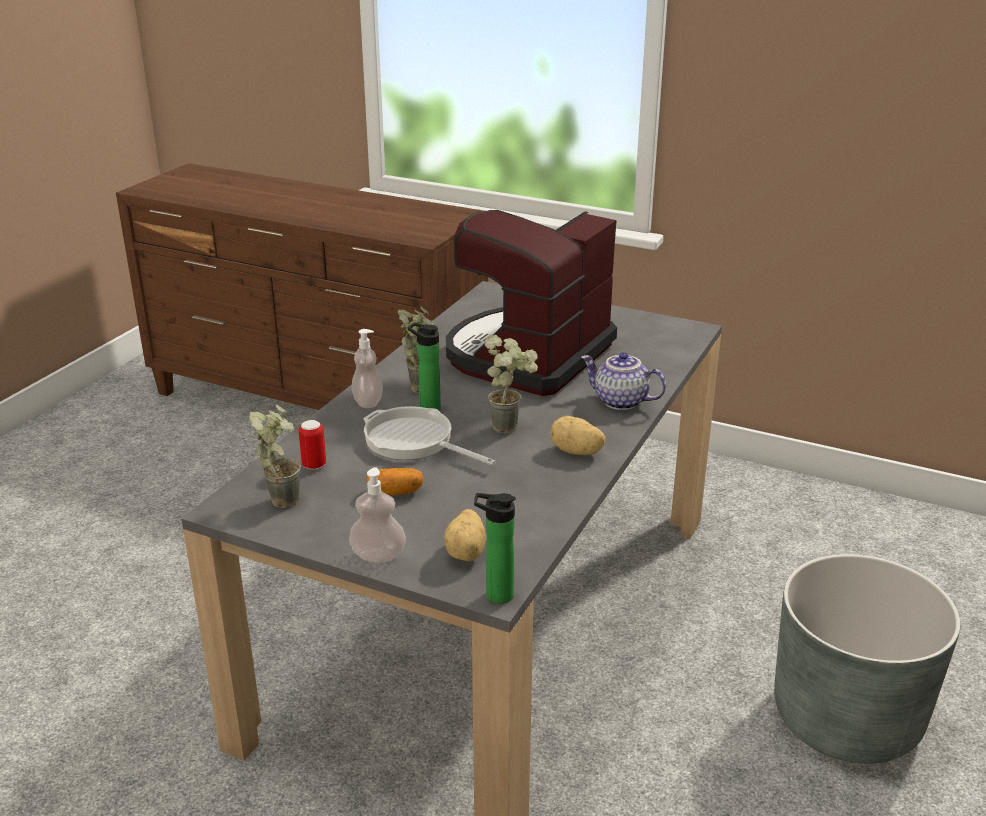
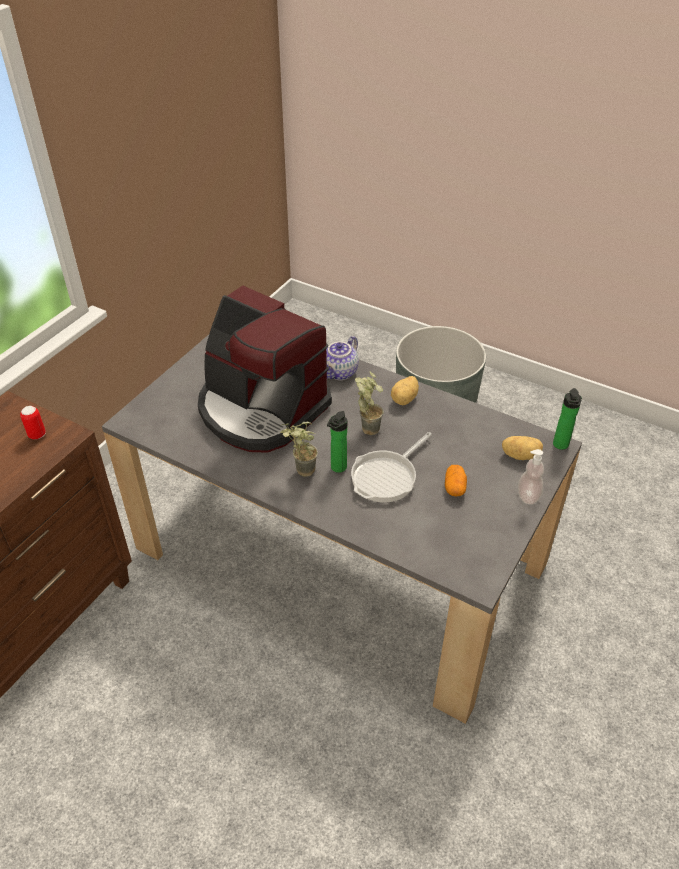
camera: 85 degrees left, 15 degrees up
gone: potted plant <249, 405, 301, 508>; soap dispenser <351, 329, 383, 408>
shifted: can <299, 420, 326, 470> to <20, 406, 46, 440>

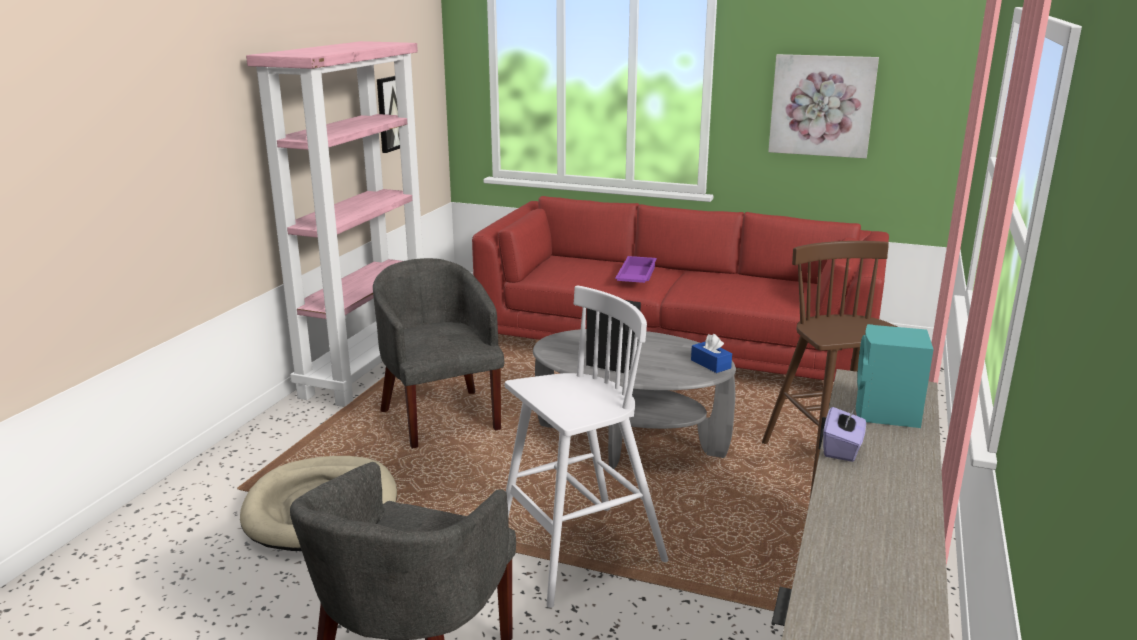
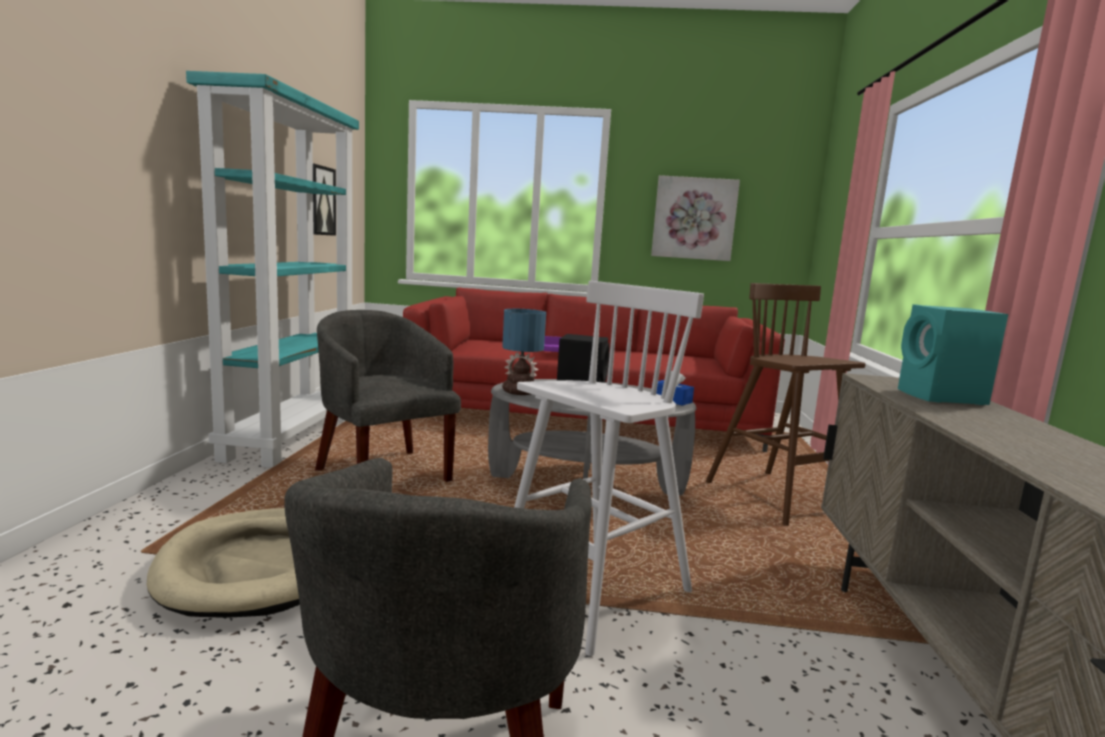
camera: 15 degrees left, 10 degrees down
gone: tissue box (purple) <823, 407, 866, 462>
new: table lamp <502, 309, 546, 395>
repainted: bookcase (pink) <246, 41, 423, 407> to bookcase (turquoise) <186, 71, 359, 468>

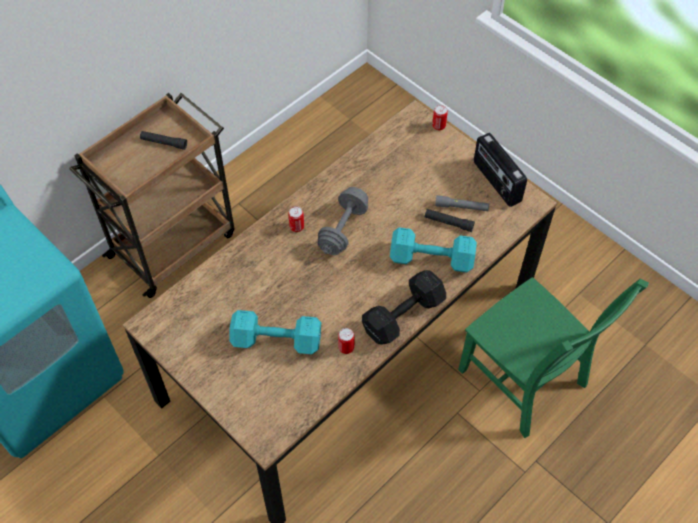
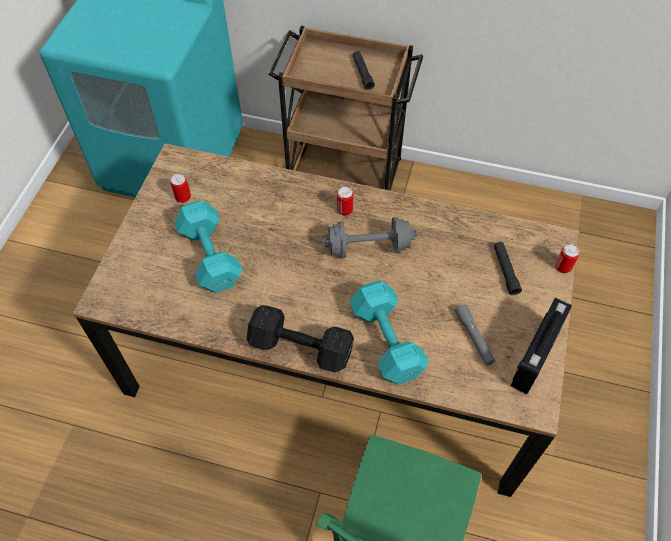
camera: 60 degrees right, 0 degrees up
shifted: can <338, 328, 354, 354> to <171, 174, 191, 203>; flashlight (black) <425, 209, 475, 232> to <494, 242, 522, 295>

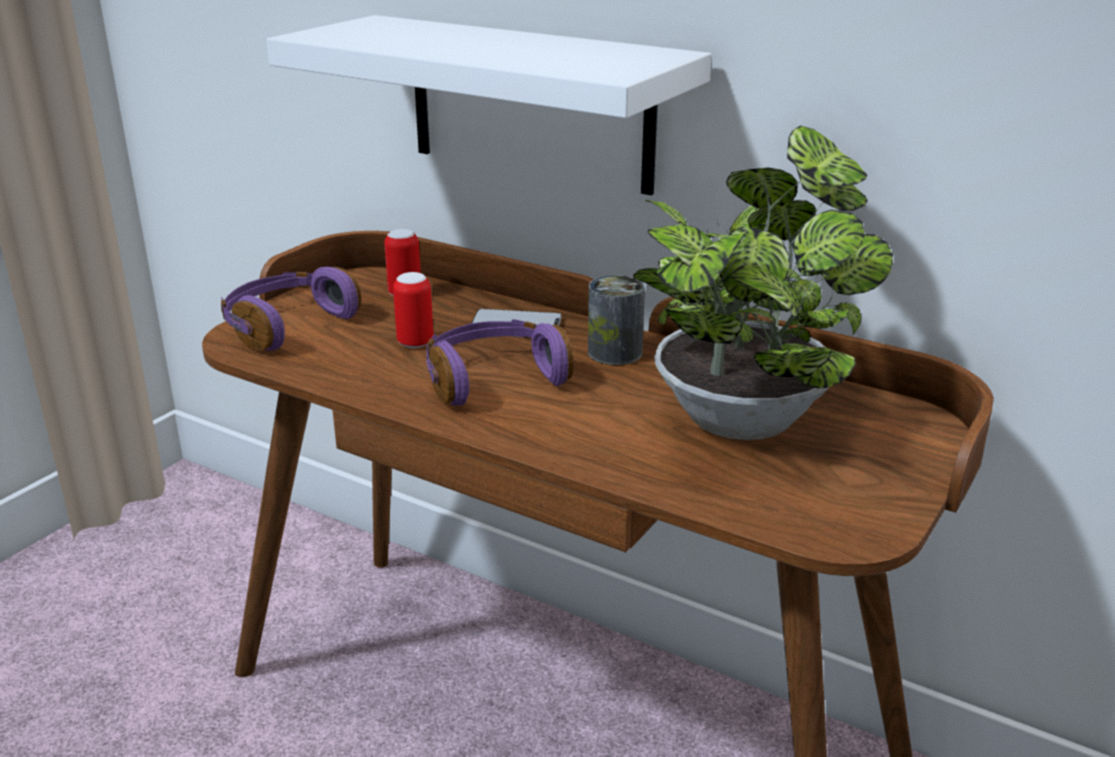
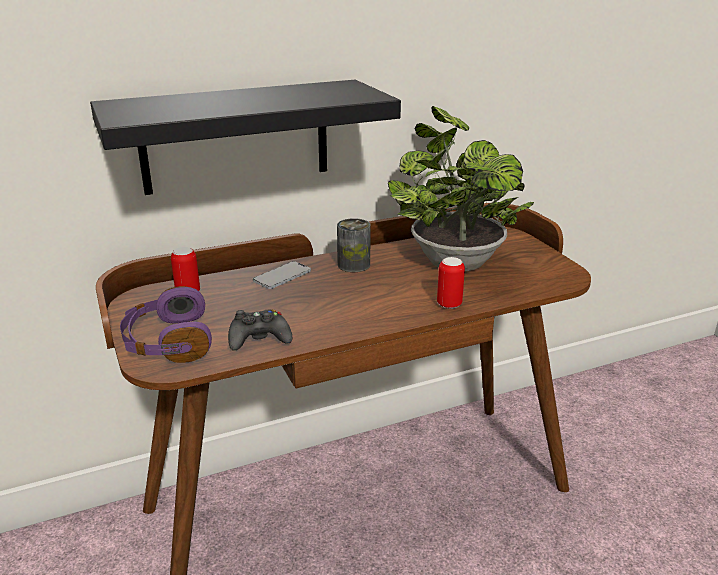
camera: 55 degrees left, 0 degrees up
gone: headphones (purple) <426, 319, 574, 406>
new: game controller (black) <228, 309, 292, 351>
shifted: can <393, 272, 434, 348> to <437, 257, 465, 309>
repainted: shelf (white) <266, 15, 712, 196> to shelf (black) <90, 80, 401, 195>

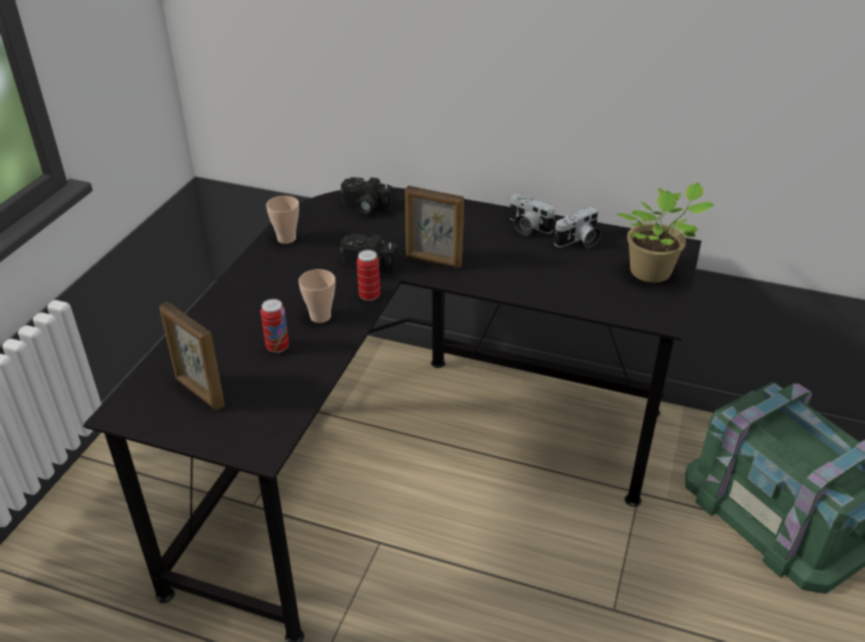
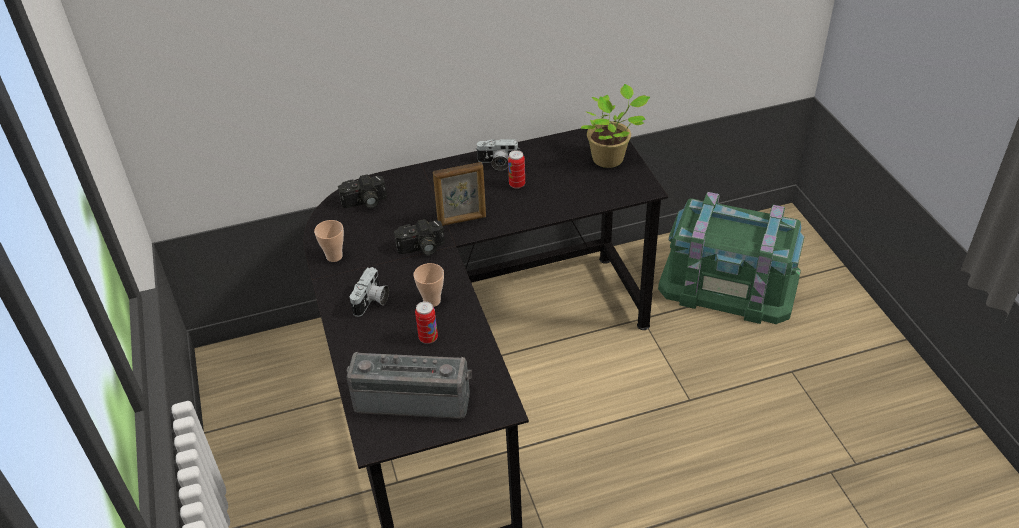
camera: 35 degrees left, 5 degrees up
shifted: can <357, 250, 380, 301> to <508, 150, 525, 189>; photo camera <554, 207, 601, 248> to <350, 267, 389, 317>
swapped: picture frame <160, 302, 225, 410> to radio <346, 352, 472, 419>

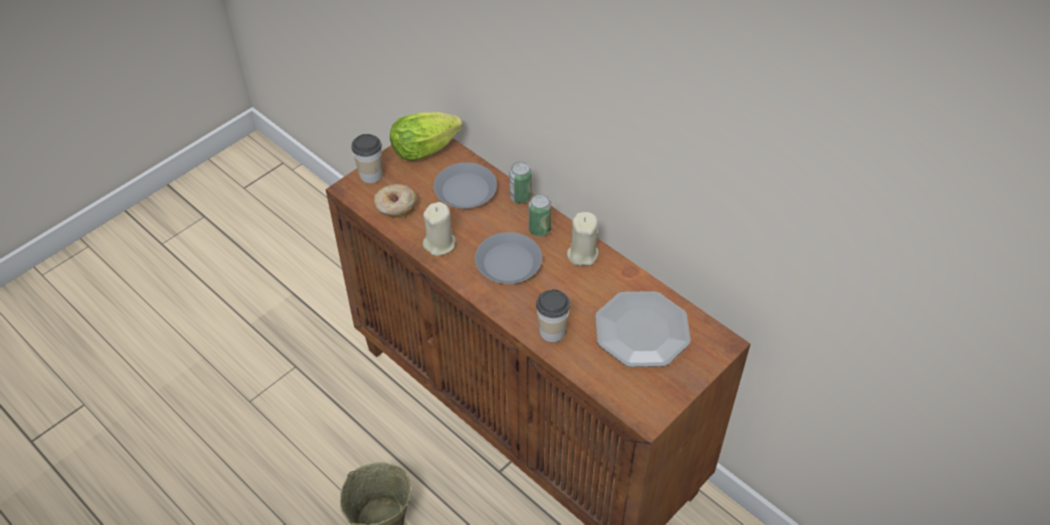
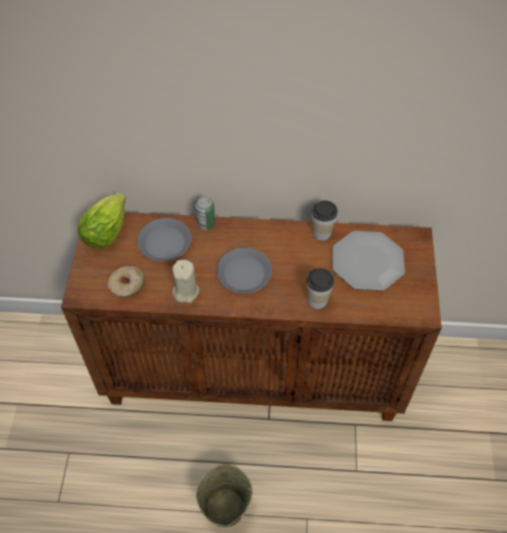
camera: 40 degrees left, 5 degrees up
gone: can <529, 194, 552, 236>; candle (beige) <567, 212, 599, 266>
shifted: cup <351, 134, 382, 183> to <312, 200, 338, 241>

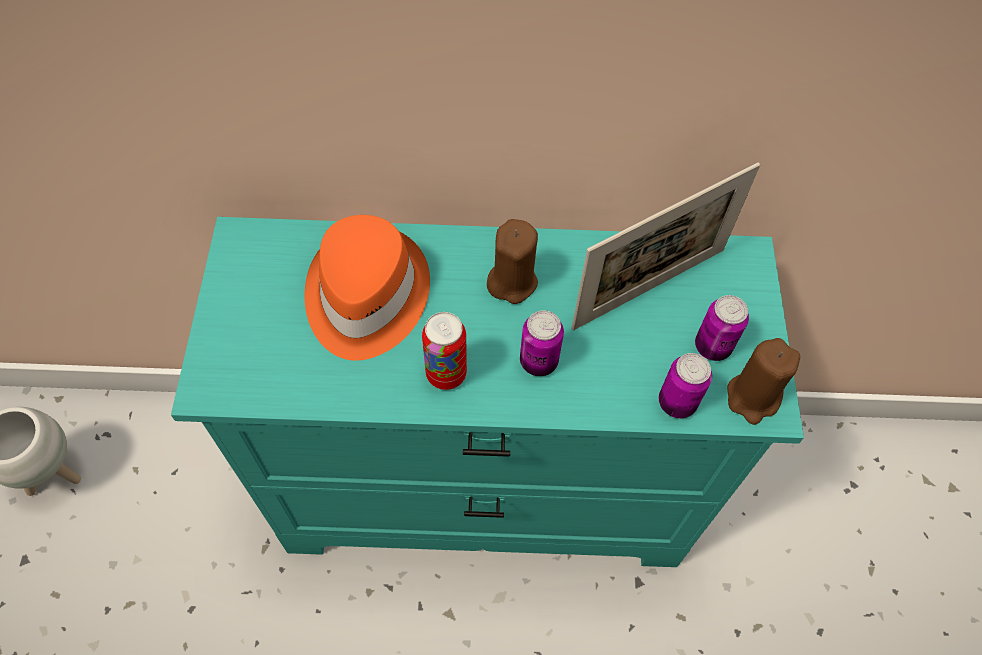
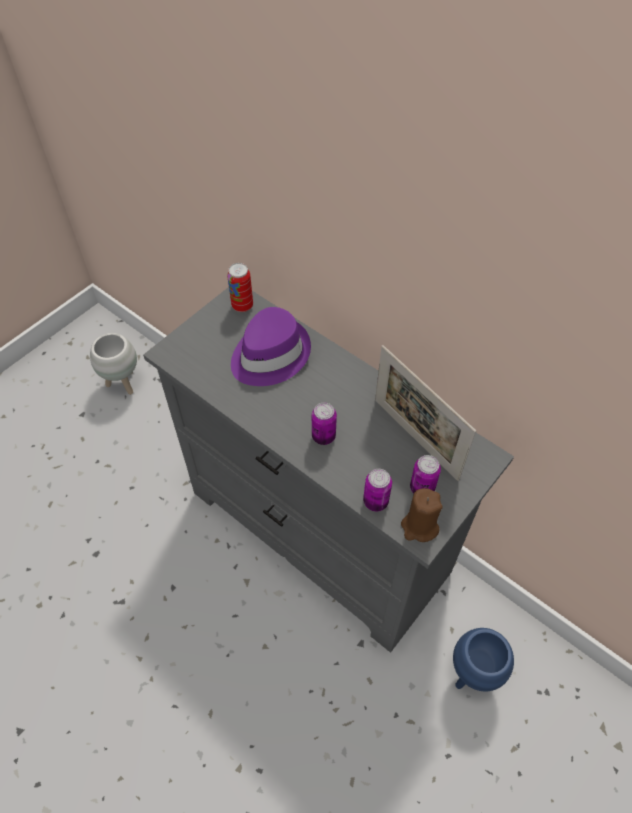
camera: 40 degrees right, 5 degrees down
gone: candle (brown) <487, 219, 538, 304>
new: planter (blue) <453, 628, 514, 692>
shifted: can <422, 312, 467, 390> to <227, 263, 253, 312>
repainted: dresser (turquoise) <171, 217, 804, 567> to dresser (grey) <143, 287, 514, 653>; hat (orange) <305, 215, 430, 361> to hat (purple) <231, 307, 311, 386>
rotated: picture frame <571, 162, 760, 330> = <375, 345, 476, 481> 45 degrees clockwise

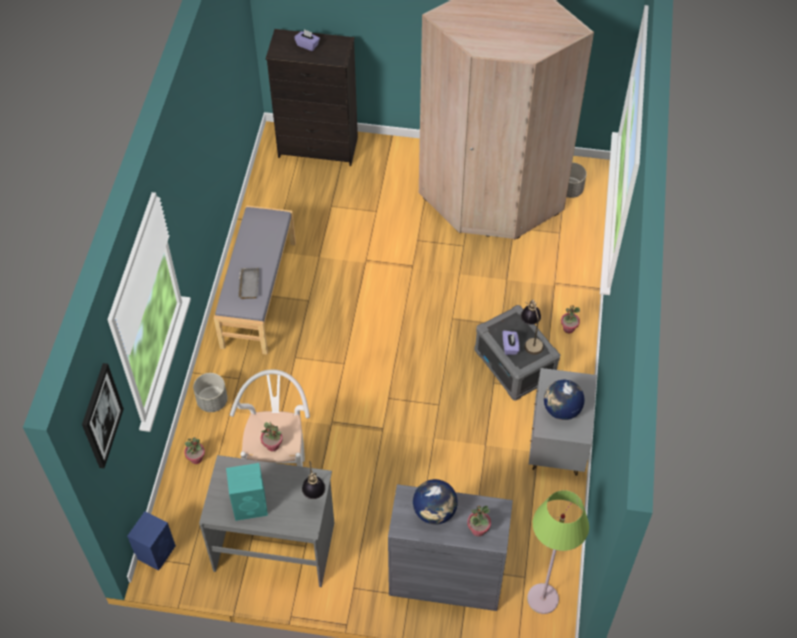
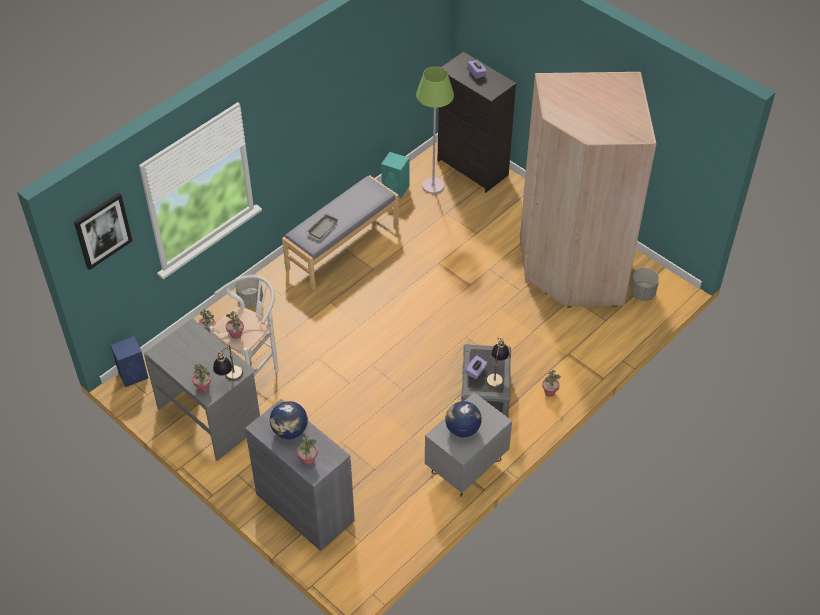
camera: 35 degrees right, 5 degrees down
new: potted plant <192, 363, 211, 392>
shifted: speaker (turquoise) <226, 463, 268, 521> to <381, 152, 409, 198>; floor lamp (green) <527, 490, 589, 614> to <416, 66, 454, 194>

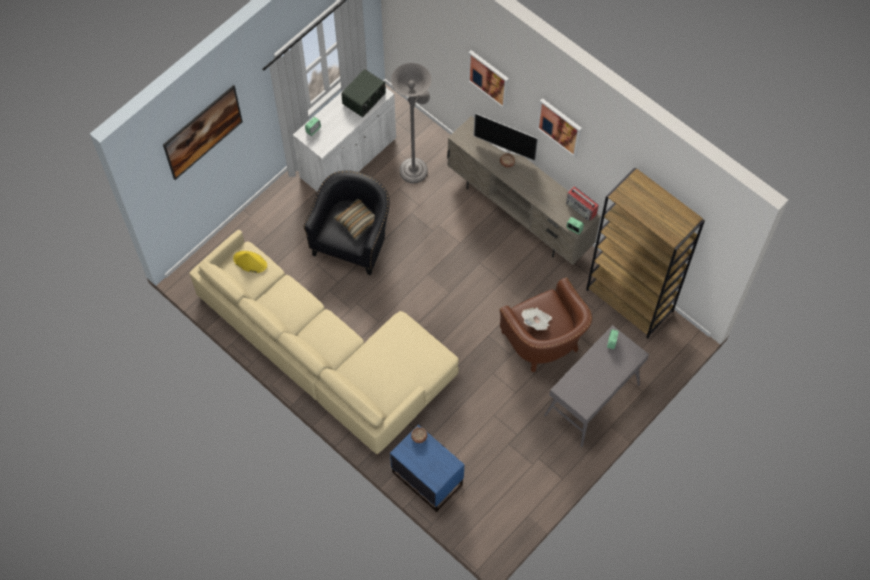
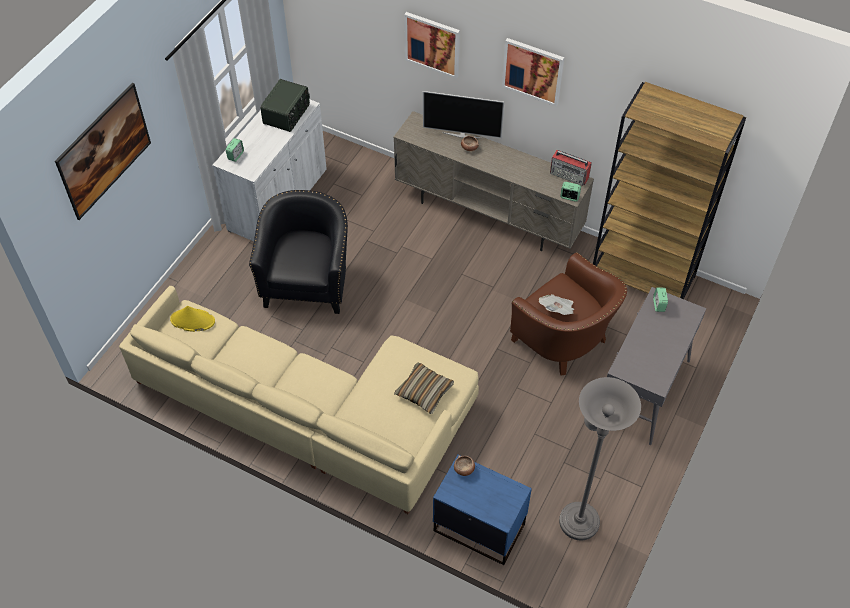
camera: 15 degrees left, 10 degrees down
shifted: pillow <334, 199, 375, 239> to <394, 363, 454, 414>; floor lamp (grey) <391, 63, 432, 183> to <559, 377, 641, 540>

